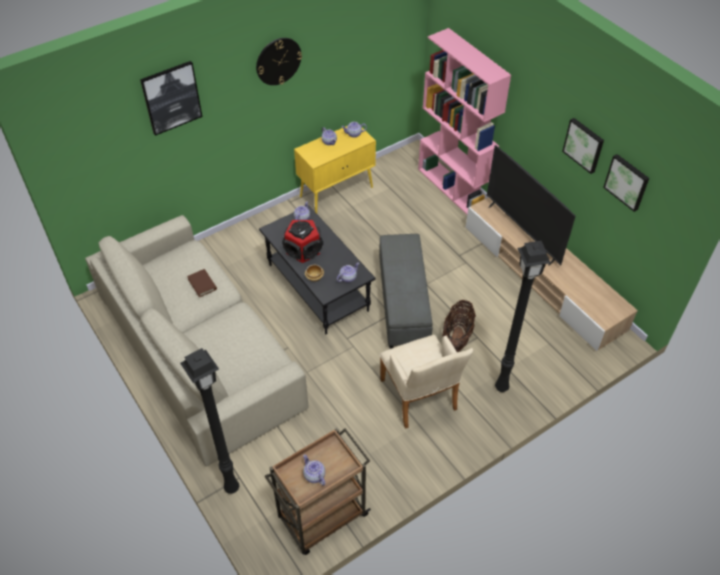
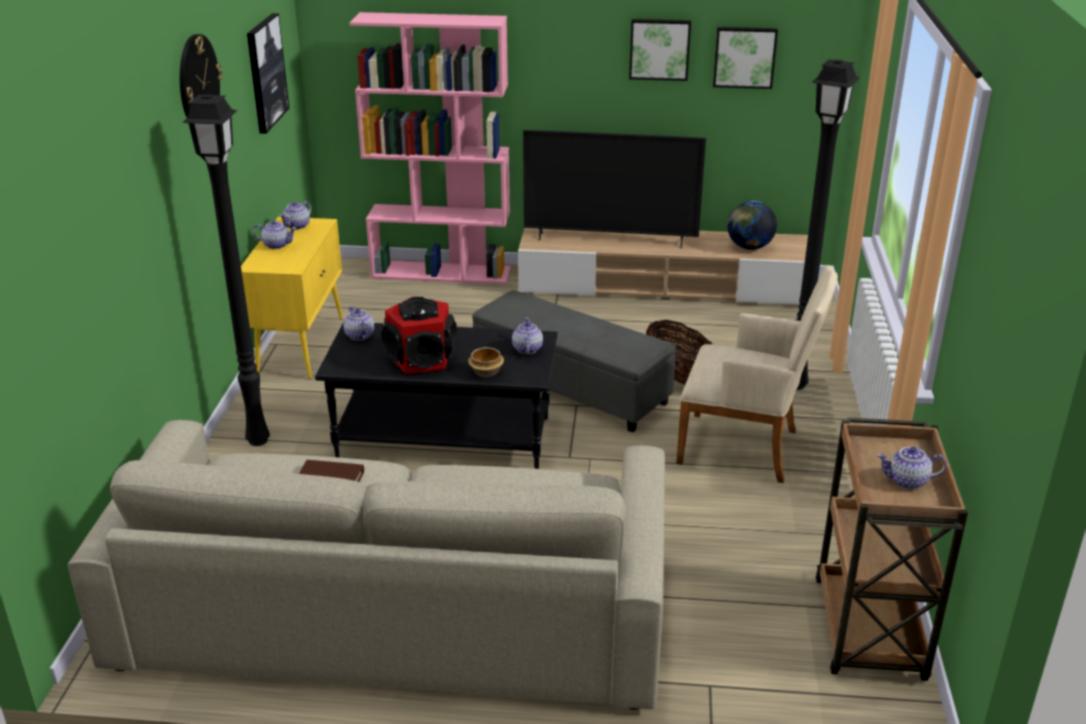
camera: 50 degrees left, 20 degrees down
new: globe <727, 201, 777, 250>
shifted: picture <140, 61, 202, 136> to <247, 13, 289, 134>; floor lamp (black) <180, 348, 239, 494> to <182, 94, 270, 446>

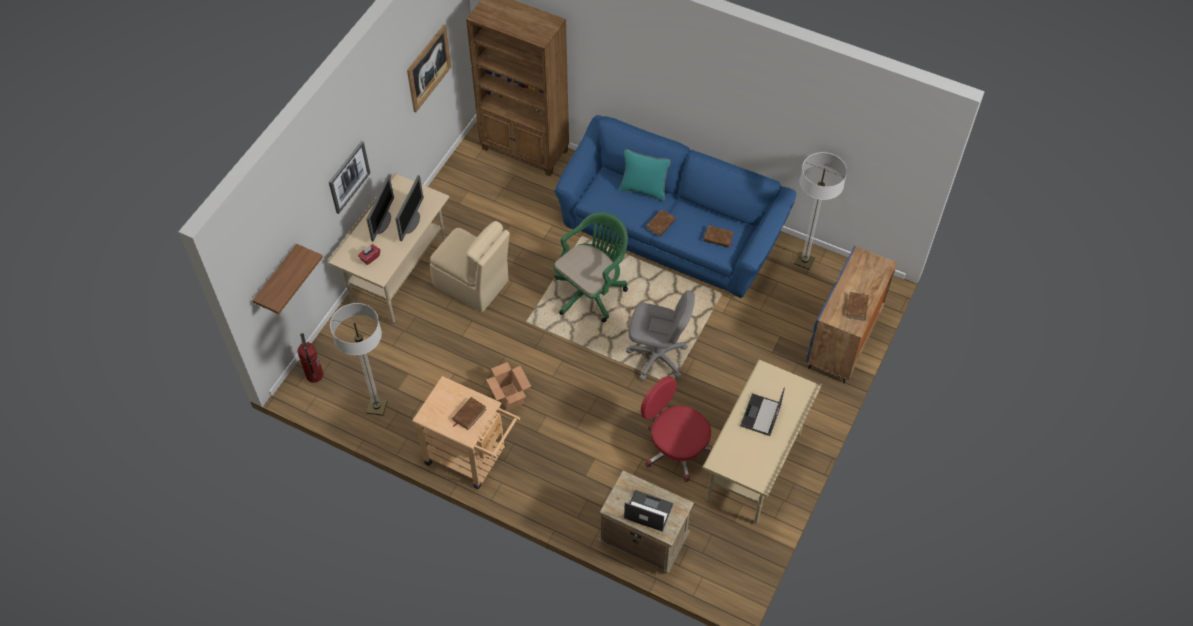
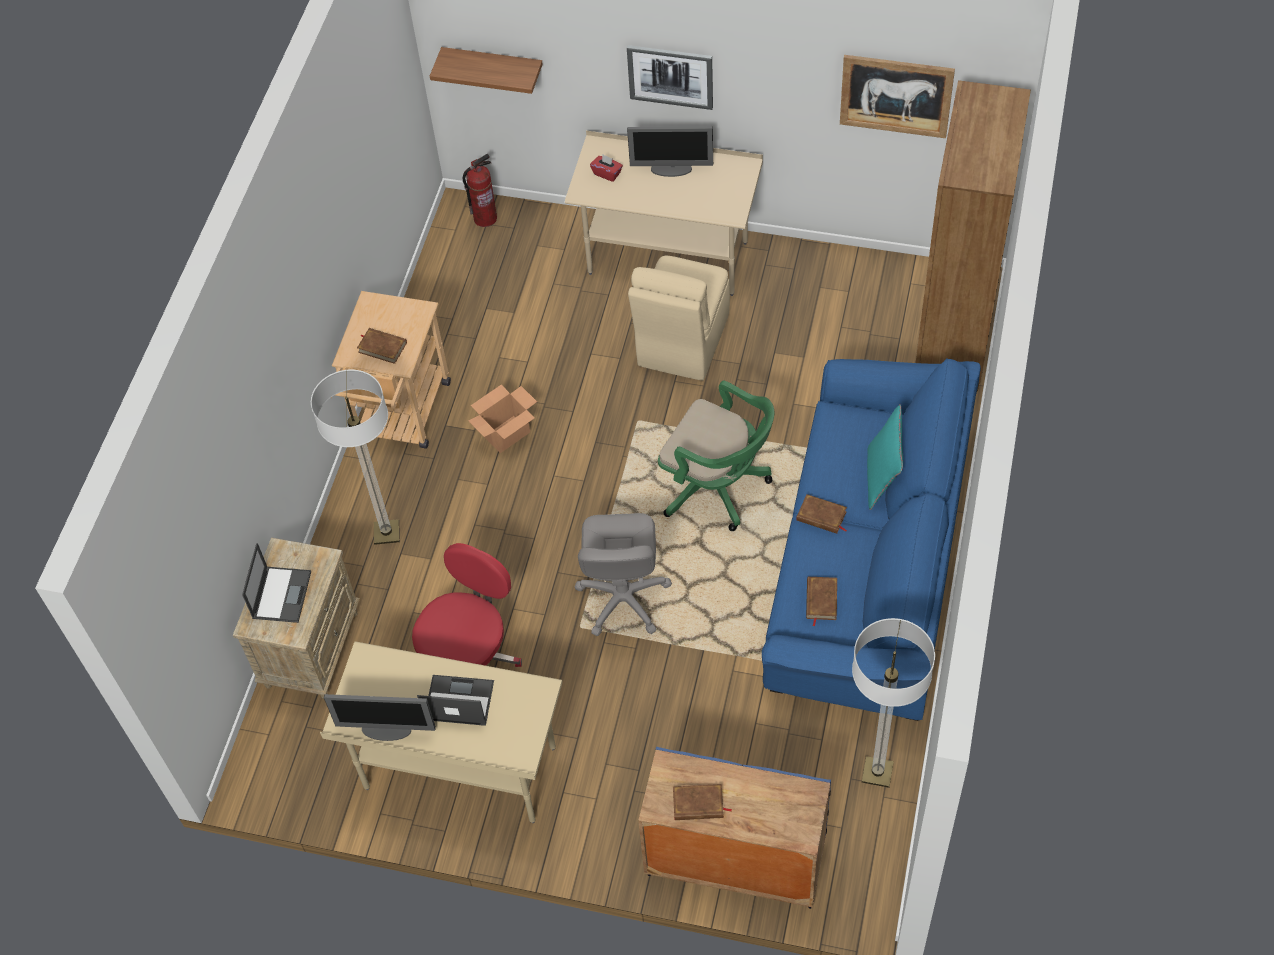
camera: 80 degrees right, 0 degrees up
shifted: floor lamp <330, 303, 387, 416> to <311, 369, 400, 545>; monitor <396, 175, 424, 241> to <324, 694, 436, 741>

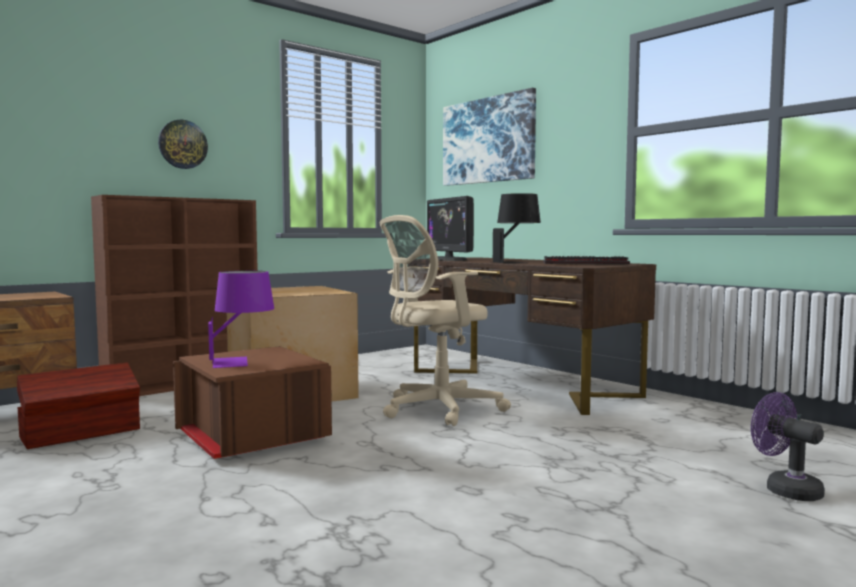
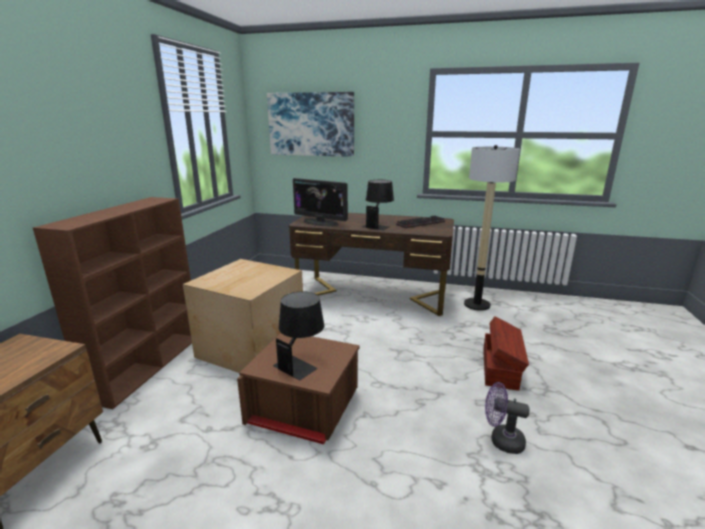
camera: 35 degrees left, 15 degrees up
gone: wall clock <158, 120, 208, 169>; office chair (beige) <380, 215, 511, 426>
new: floor lamp <464, 145, 520, 311>
shifted: storage box (brown) <17, 363, 140, 449> to <483, 316, 529, 391>; fan (purple) <751, 392, 825, 501> to <485, 382, 530, 454>
repainted: table lamp (purple) <208, 271, 274, 368> to table lamp (black) <273, 291, 324, 381>

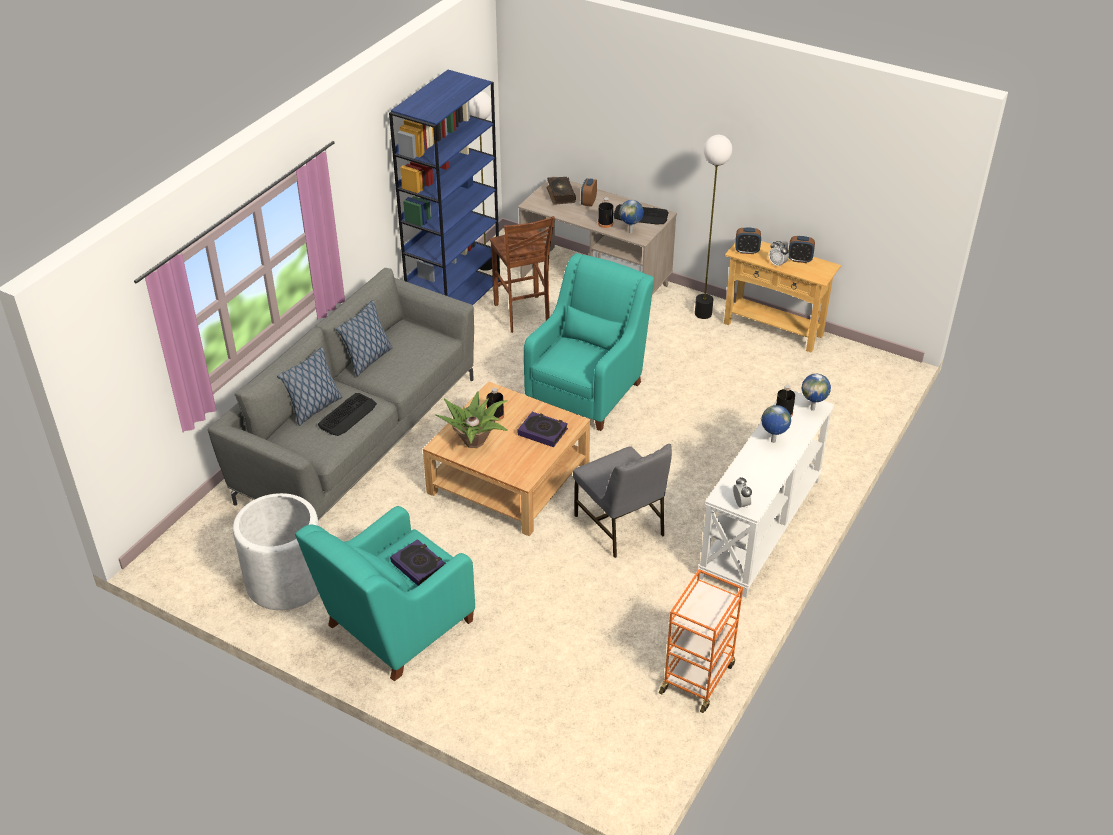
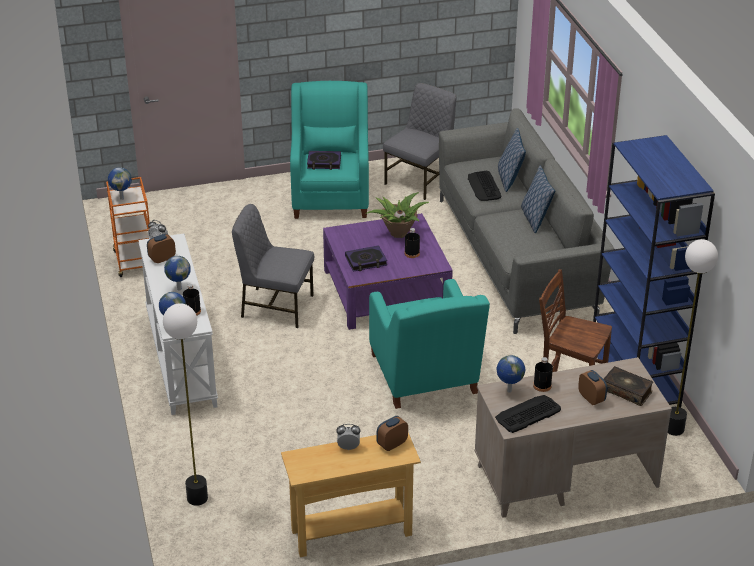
camera: 135 degrees right, 5 degrees down
new: globe <108, 167, 132, 200>
shifted: floor lamp <695, 135, 732, 319> to <163, 303, 208, 506>; alarm clock <788, 236, 815, 263> to <147, 234, 176, 263>
swapped: planter (white) <233, 493, 319, 610> to chair (grey) <383, 83, 456, 200>
repainted: coffee table (beige) <423, 381, 590, 536> to coffee table (purple) <323, 213, 453, 330>

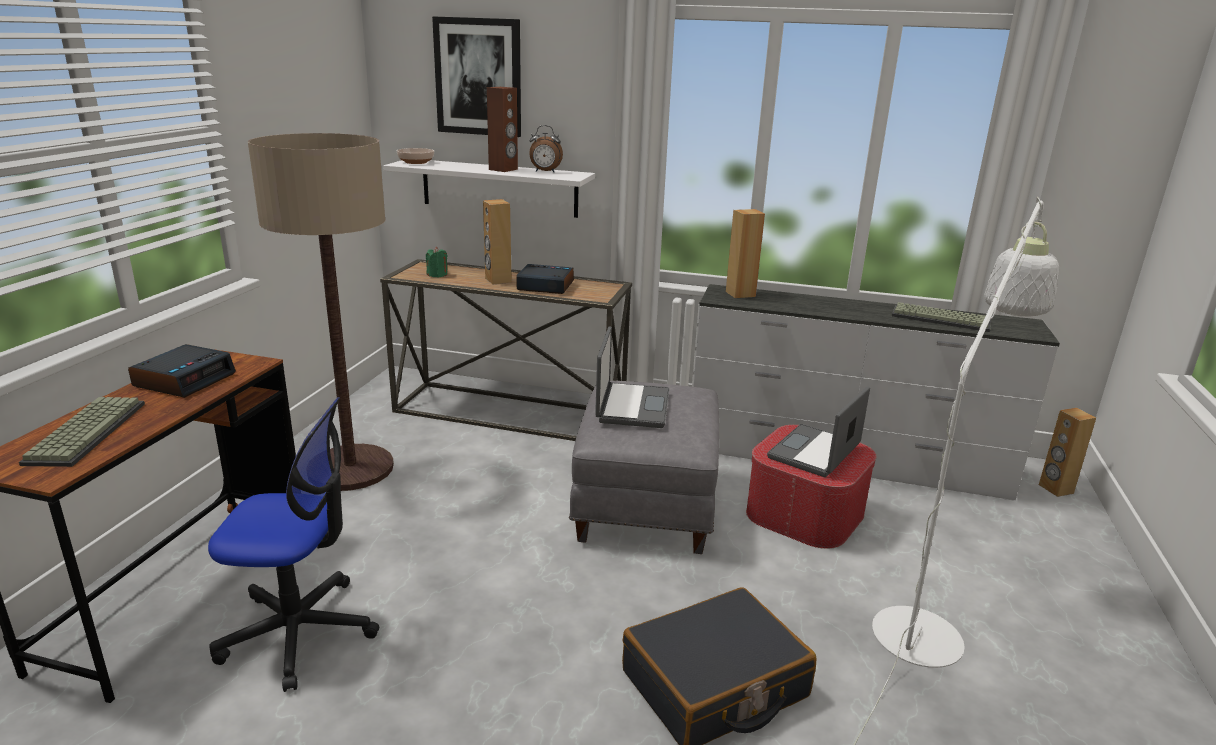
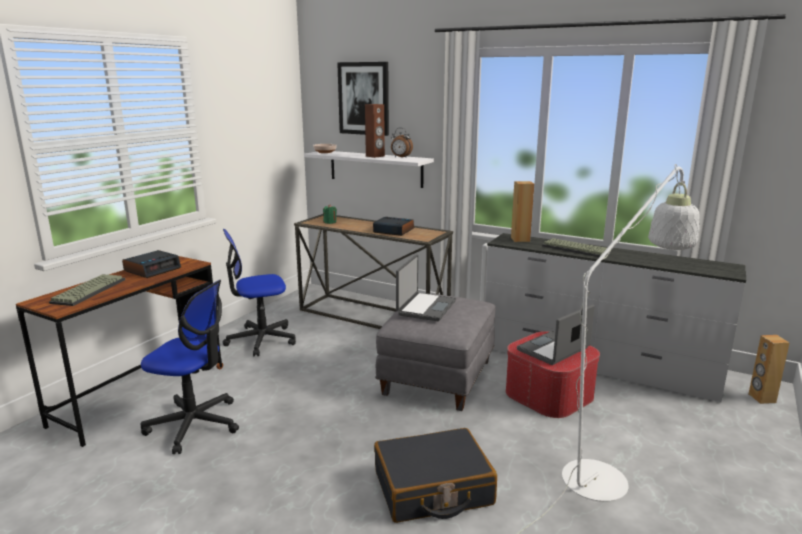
camera: 15 degrees right, 5 degrees down
gone: speaker (brown) <483, 199, 512, 285>
shifted: keyboard <892, 302, 991, 332> to <542, 238, 611, 257>
swapped: floor lamp <248, 133, 394, 491> to office chair <223, 229, 296, 356>

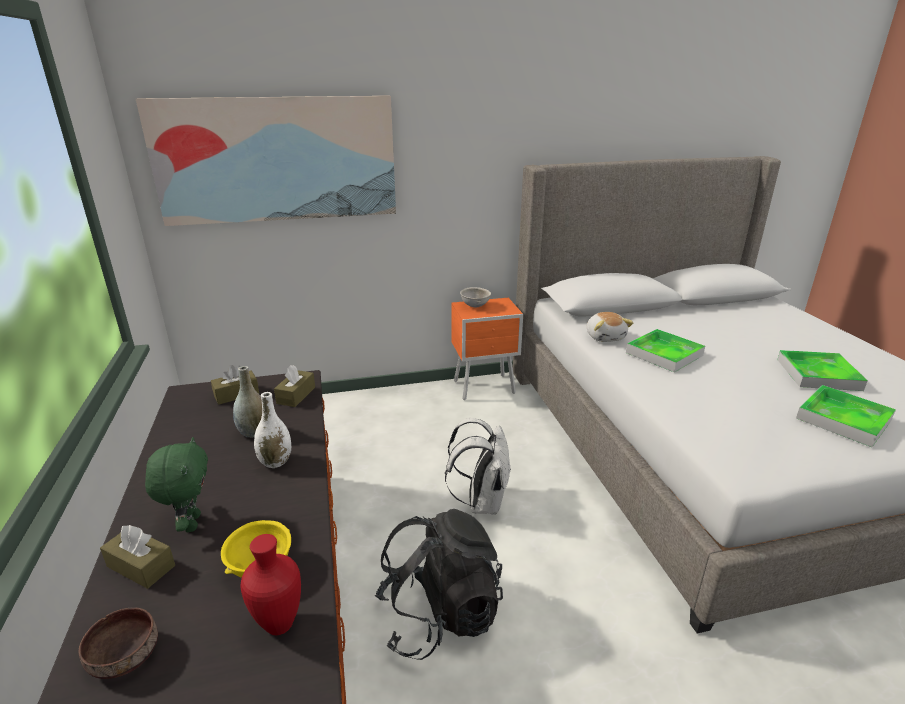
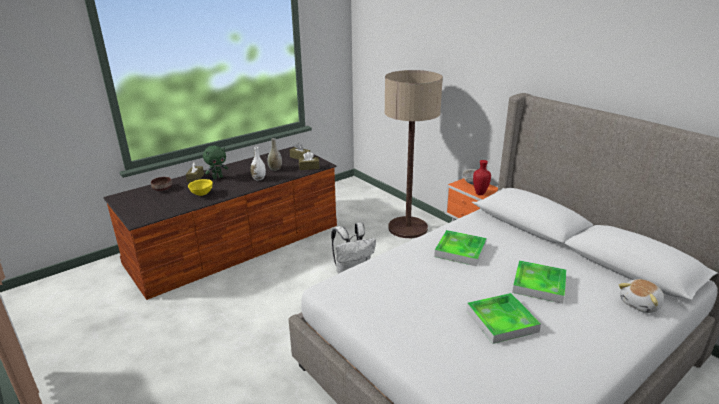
camera: 65 degrees right, 0 degrees up
gone: picture <136, 96, 396, 226>; backpack (black) <375, 509, 503, 660>
new: floor lamp <384, 70, 443, 238>
shifted: vase (red) <241, 534, 301, 635> to <473, 160, 491, 195>; plush toy <587, 312, 633, 342> to <619, 279, 664, 313>; tray <796, 385, 896, 447> to <512, 260, 567, 304>

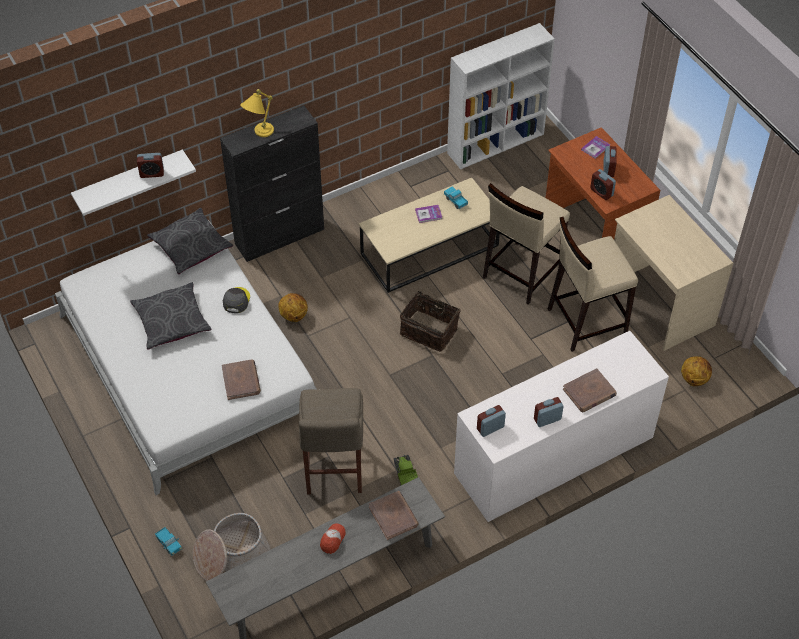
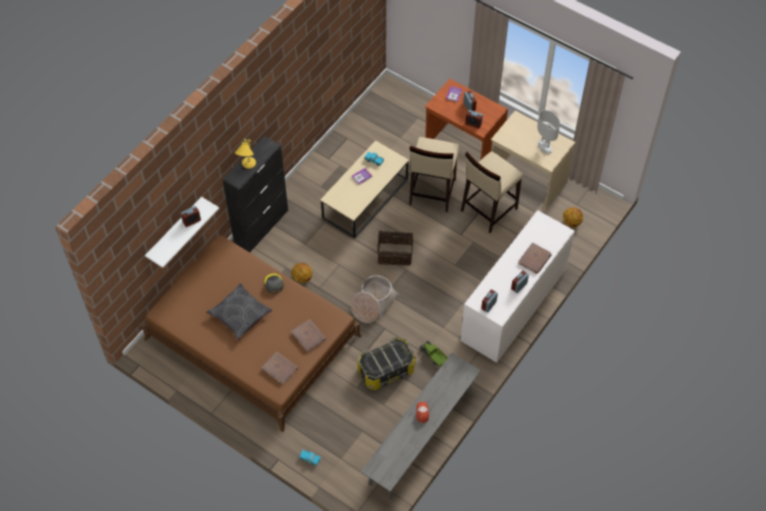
camera: 25 degrees left, 5 degrees up
gone: pillow (grey) <147, 208, 233, 274>; bookcase (white) <447, 23, 555, 169>
new: table lamp (white) <537, 110, 560, 154>
shifted: basket <193, 513, 271, 581> to <351, 275, 399, 323>; book (brown) <369, 491, 419, 540> to <262, 352, 298, 385>
swapped: stool (beige) <299, 388, 363, 494> to storage box <357, 337, 416, 390>
repainted: bed (white) <55, 220, 317, 495> to bed (brown) <142, 235, 361, 432>

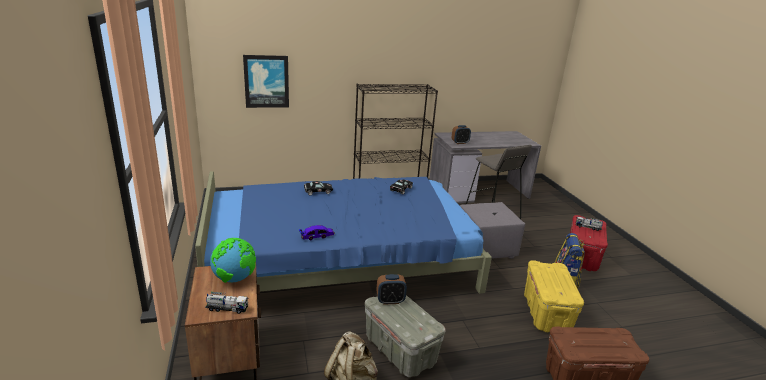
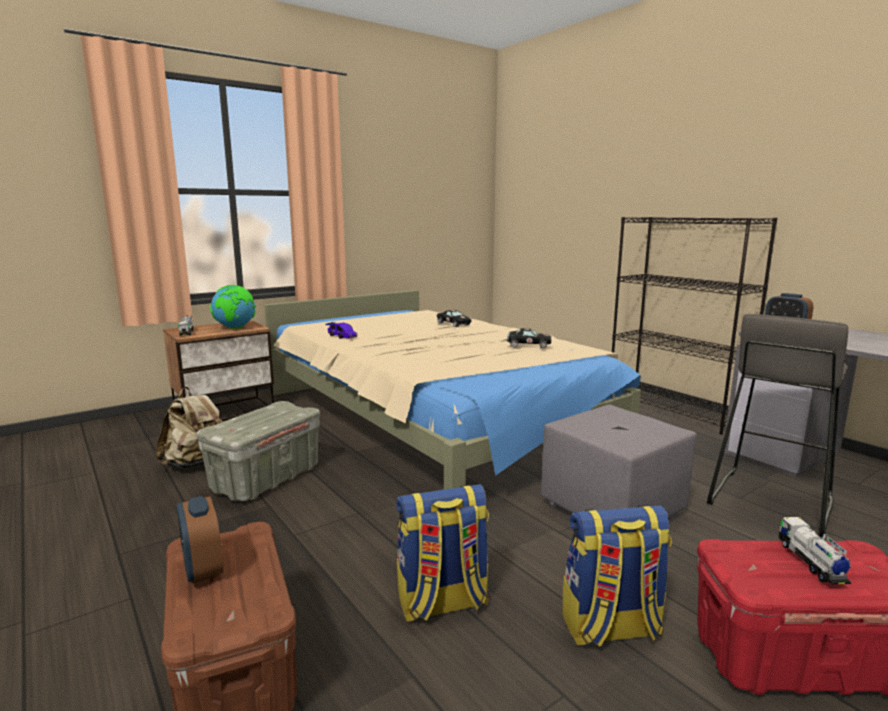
camera: 70 degrees right, 10 degrees down
gone: picture <243, 55, 289, 108>
shifted: alarm clock <376, 274, 407, 305> to <177, 496, 224, 584>
swapped: storage box (yellow) <524, 260, 584, 332> to backpack <396, 484, 489, 622>
repainted: bed (blue) <195, 171, 492, 294> to bed (beige) <265, 290, 641, 490>

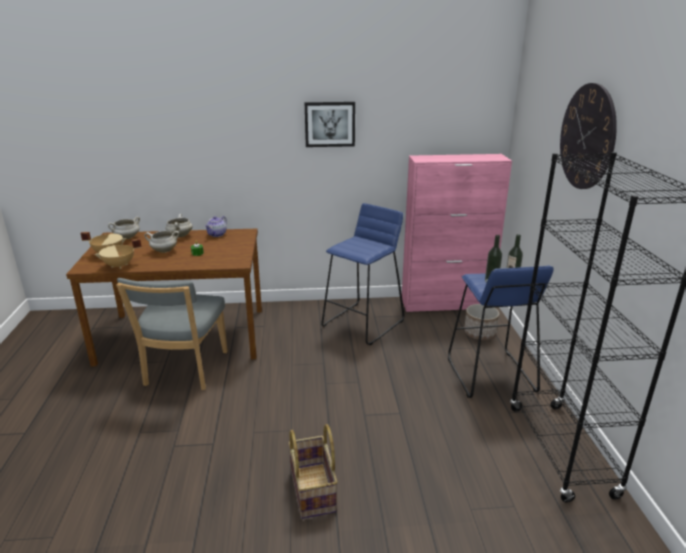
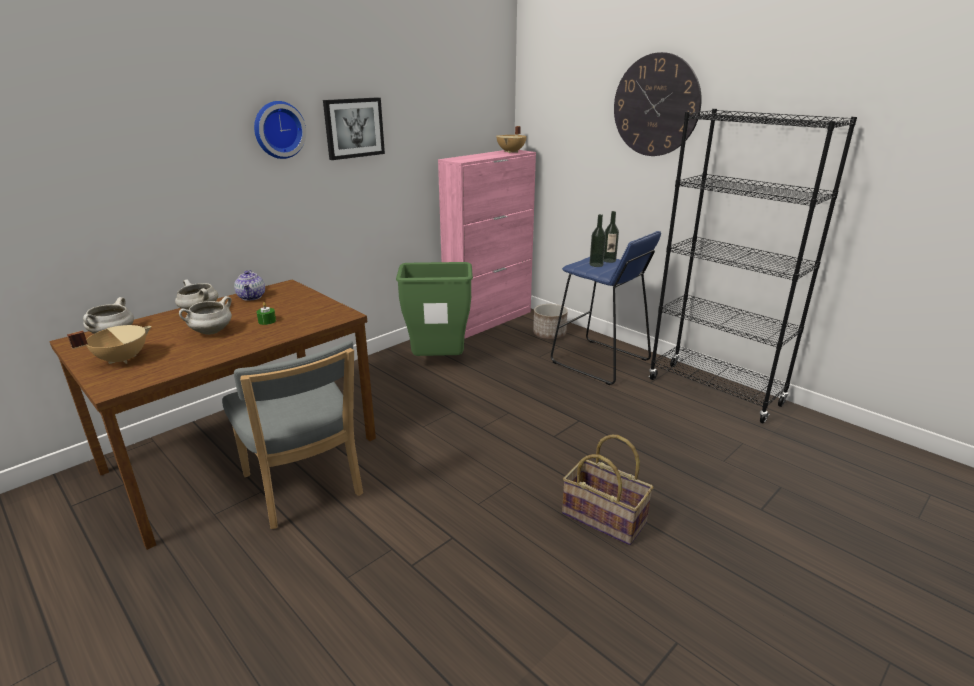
camera: 40 degrees left, 0 degrees up
new: wall clock <254, 101, 306, 159>
shifted: cooking pot (beige) <94, 239, 142, 269> to <496, 126, 527, 153>
swapped: stool (blue) <321, 203, 404, 345> to trash can (green) <396, 262, 473, 356>

